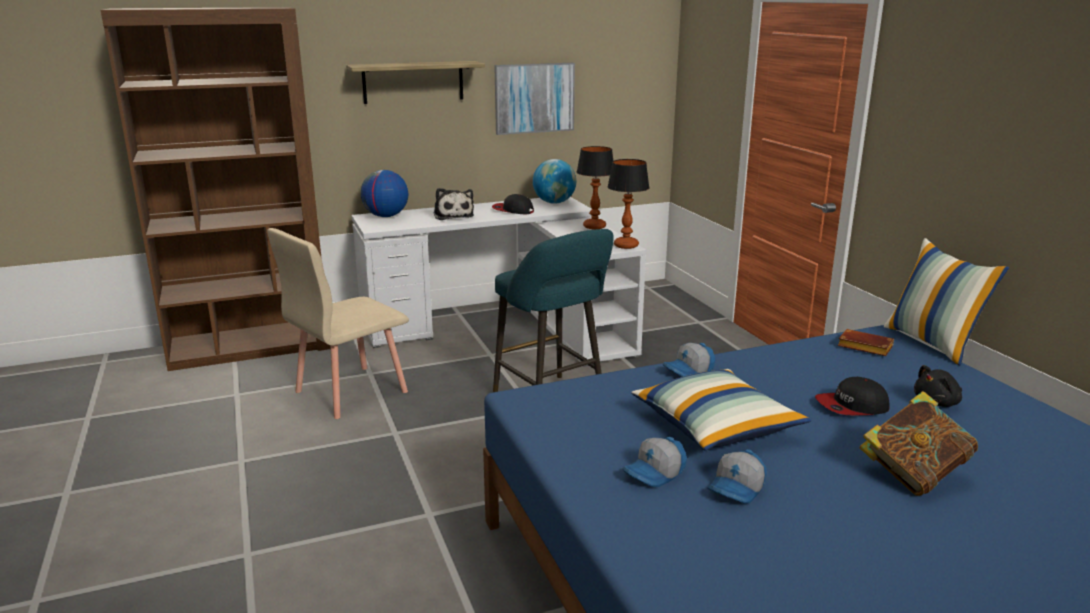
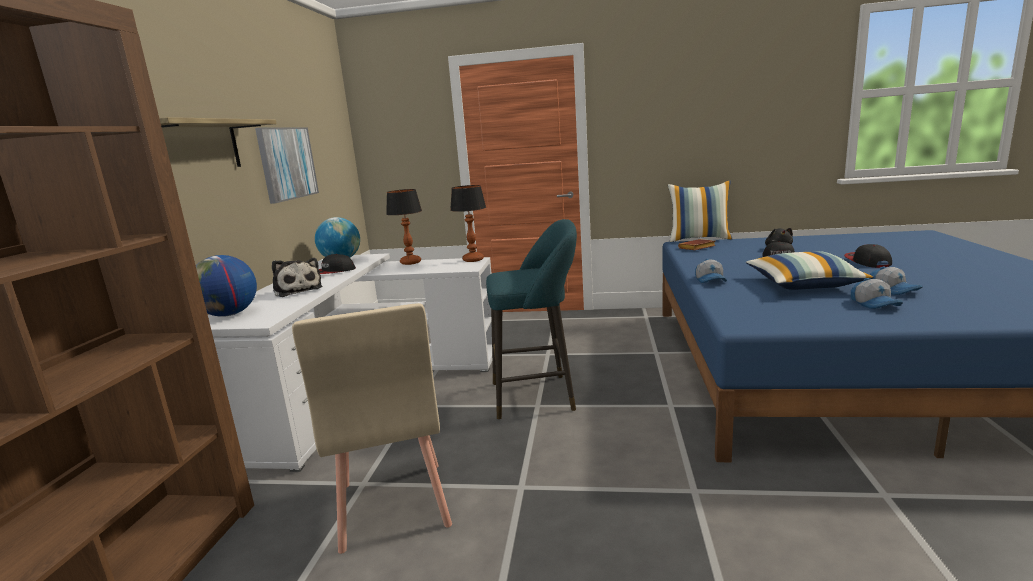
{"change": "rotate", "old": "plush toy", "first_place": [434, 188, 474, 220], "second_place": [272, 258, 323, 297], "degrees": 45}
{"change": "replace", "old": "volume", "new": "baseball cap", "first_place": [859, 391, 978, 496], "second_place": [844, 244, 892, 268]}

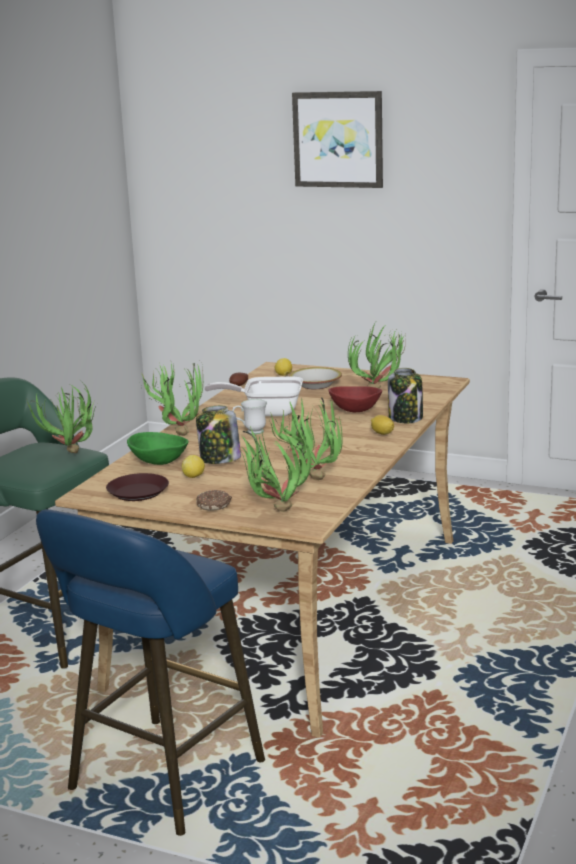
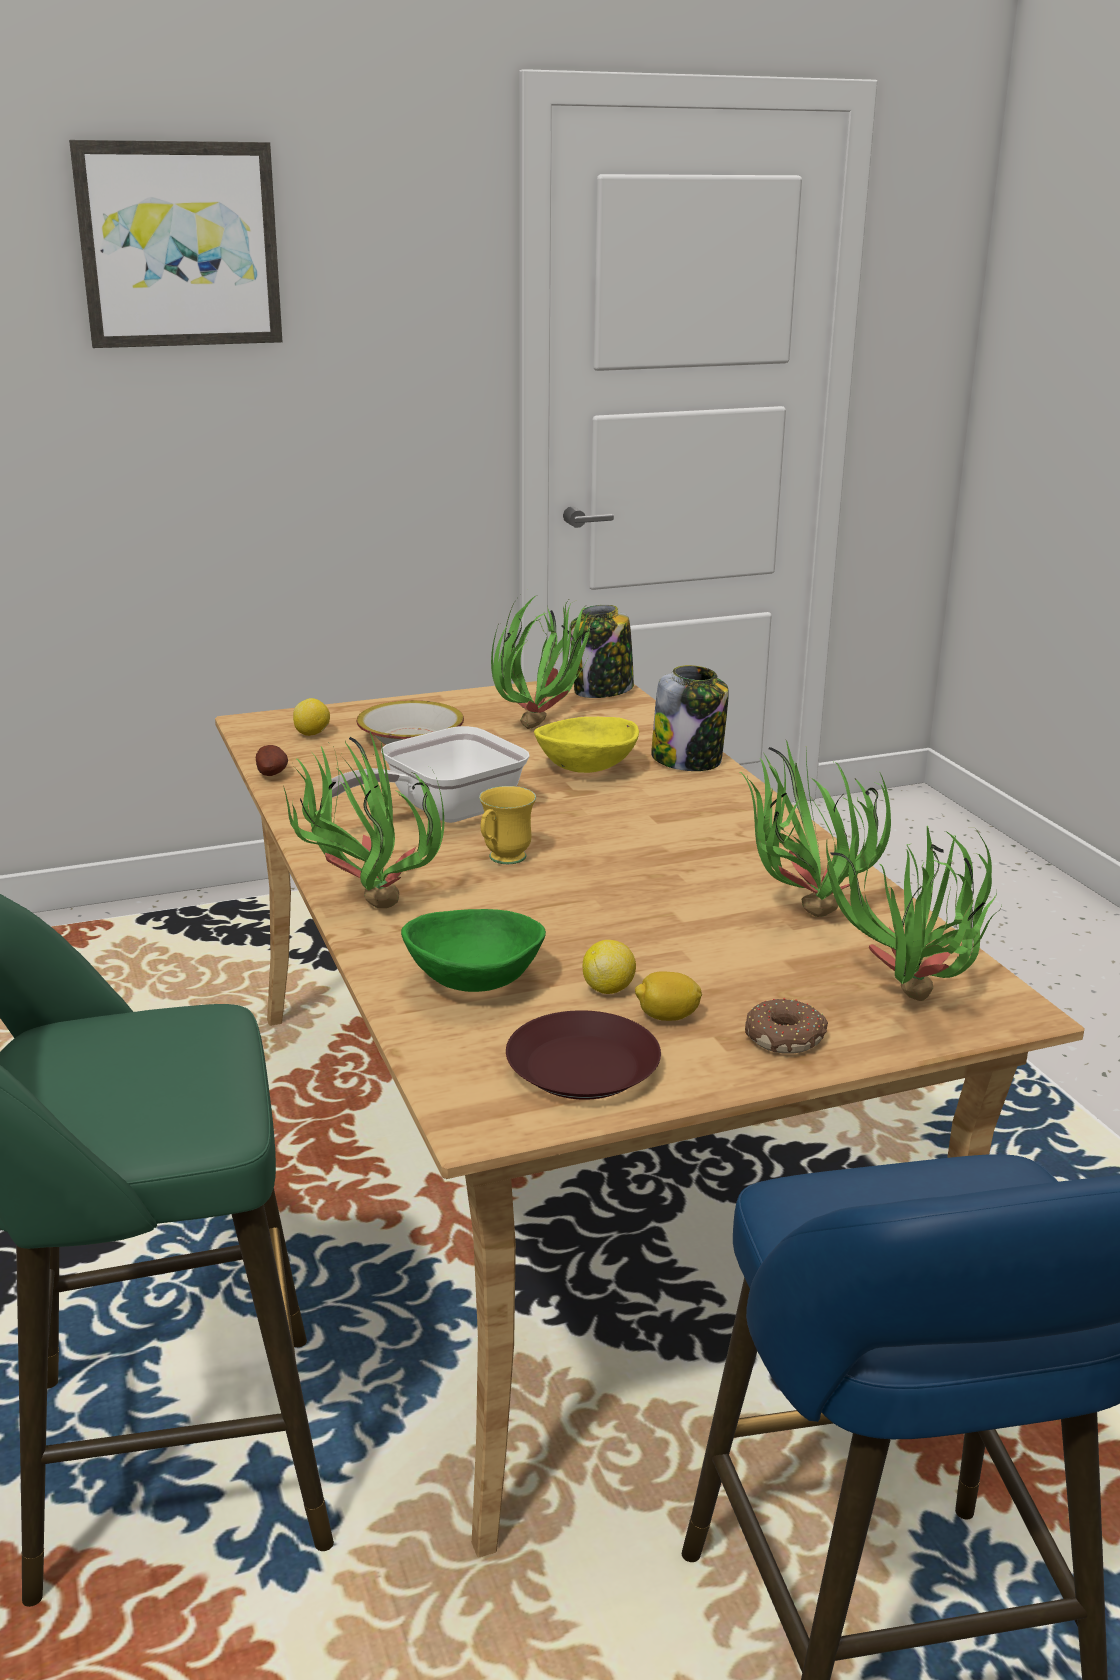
{"change": "recolor", "old": "mug in white-coloured", "new": "mug in yellow", "first_place": [232, 399, 267, 435], "second_place": [479, 786, 536, 864]}
{"change": "recolor", "old": "serving bowl in red-coloured", "new": "serving bowl in yellow", "first_place": [328, 386, 382, 412], "second_place": [534, 717, 639, 773]}
{"change": "move", "old": "jar", "first_place": [196, 406, 241, 464], "second_place": [570, 605, 634, 698]}
{"change": "move", "old": "whole lemon", "first_place": [371, 415, 394, 435], "second_place": [635, 971, 702, 1021]}
{"change": "delete", "old": "houseplant", "first_place": [27, 382, 98, 453]}

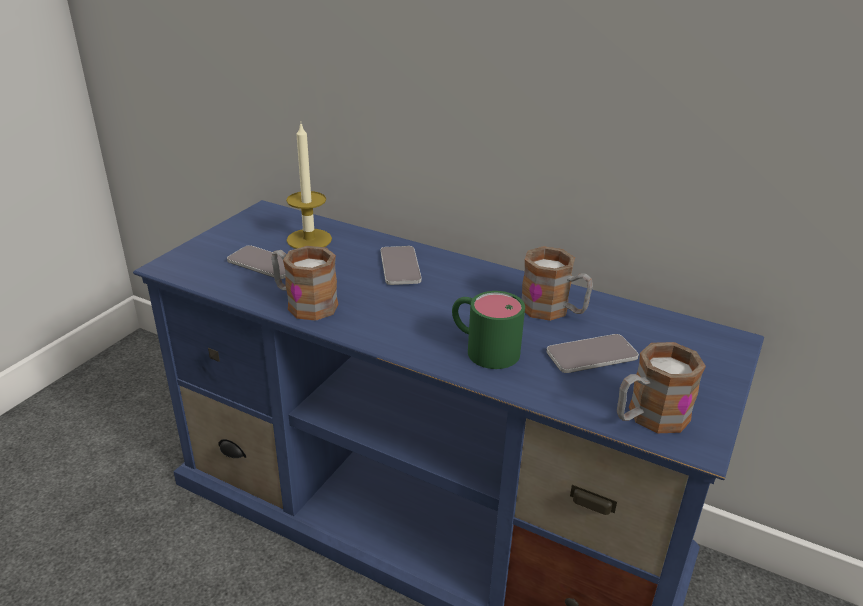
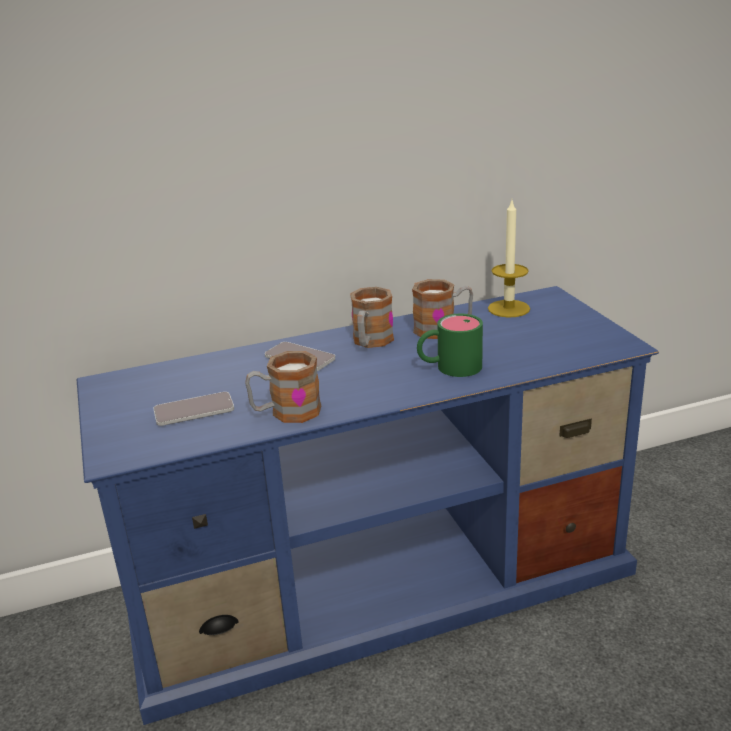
{"change": "move", "old": "mug", "first_place": [617, 342, 706, 433], "second_place": [350, 287, 394, 348]}
{"change": "move", "old": "candle", "first_place": [286, 124, 332, 249], "second_place": [488, 201, 530, 318]}
{"change": "delete", "old": "handset", "first_place": [546, 334, 639, 373]}

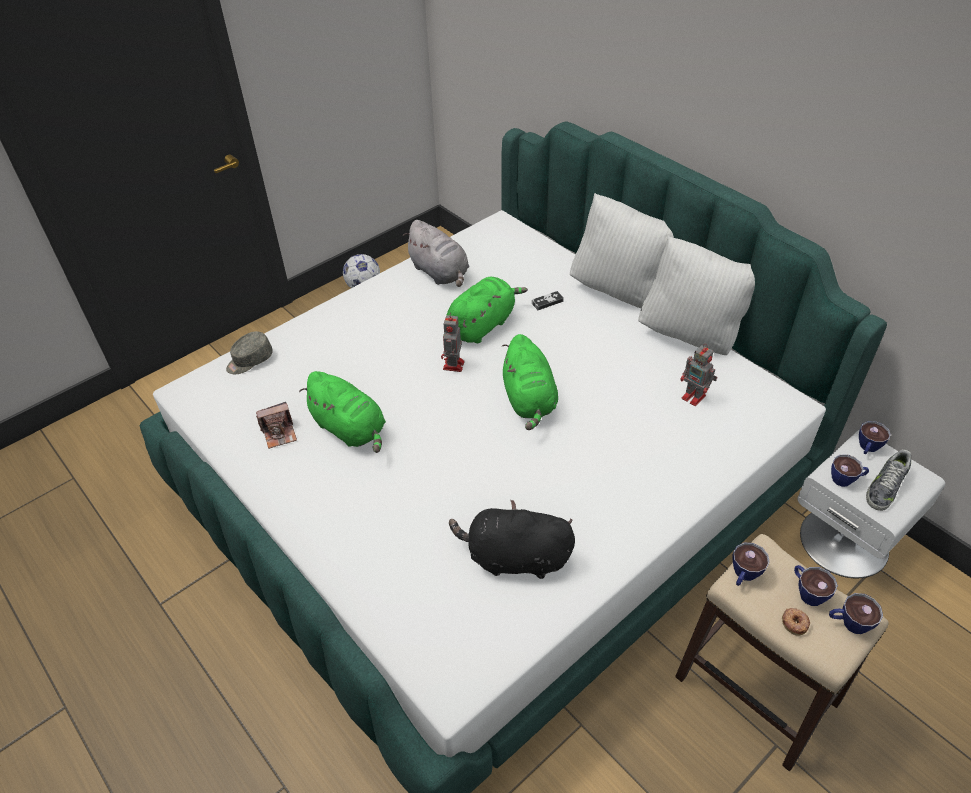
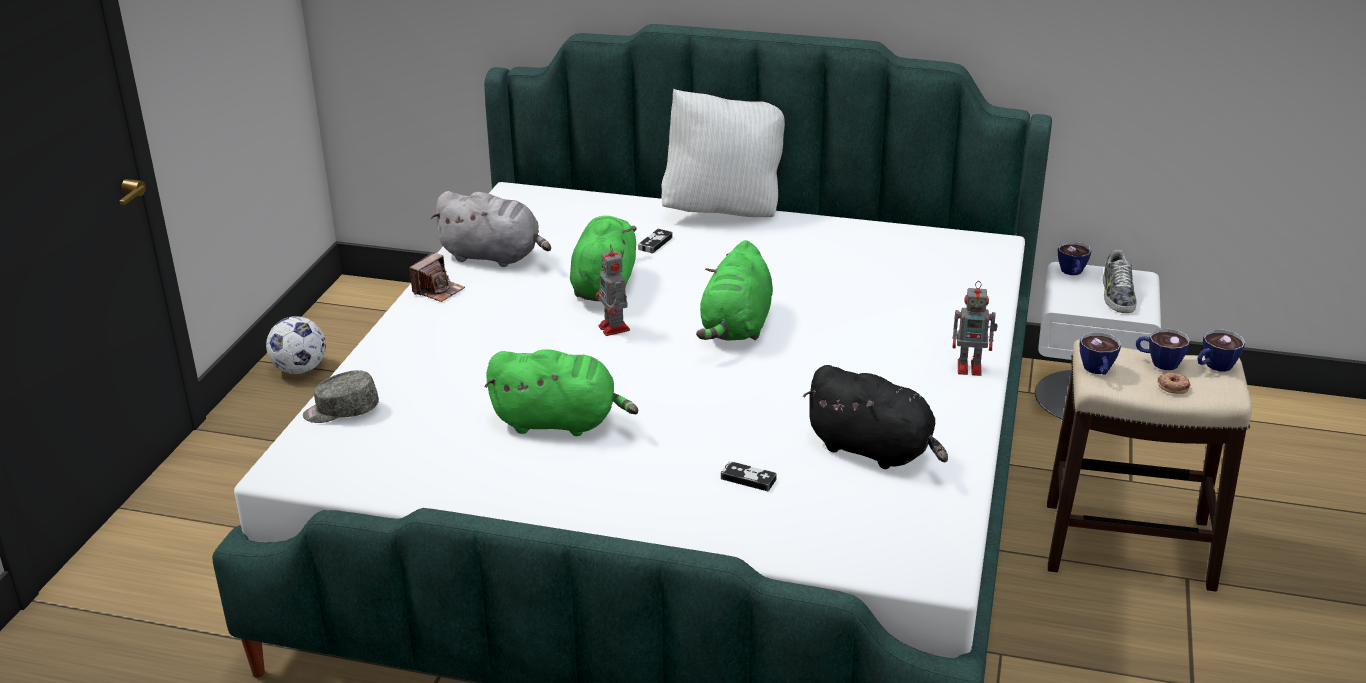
{"change": "rotate", "old": "baseball cap in gray", "first_place": [226, 331, 273, 374], "second_place": [303, 370, 379, 423], "degrees": 60}
{"change": "move", "old": "photo camera", "first_place": [256, 402, 297, 449], "second_place": [409, 252, 465, 302]}
{"change": "rotate", "old": "plush toy in green", "first_place": [502, 334, 558, 430], "second_place": [696, 240, 773, 341], "degrees": 60}
{"change": "insert", "new": "game controller", "second_place": [721, 461, 777, 491]}
{"change": "rotate", "old": "plush toy in blackish", "first_place": [449, 500, 575, 579], "second_place": [803, 365, 948, 469], "degrees": -120}
{"change": "move", "old": "model robot", "first_place": [680, 344, 717, 406], "second_place": [952, 281, 998, 376]}
{"change": "delete", "old": "cushion in white-coloured", "first_place": [638, 236, 755, 355]}
{"change": "delete", "old": "small cup", "first_place": [831, 454, 869, 487]}

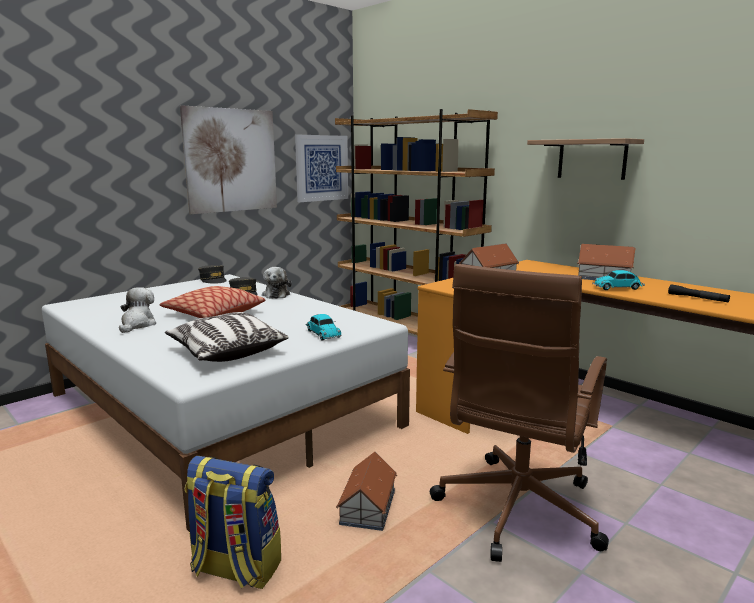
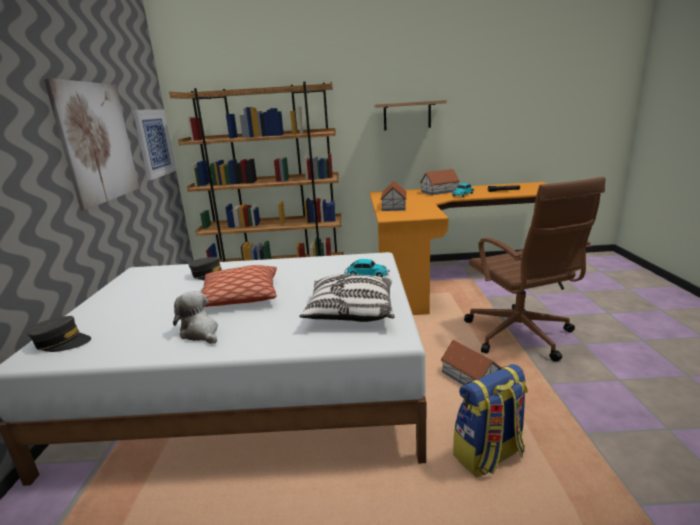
{"change": "move", "old": "baseball cap in gray", "first_place": [198, 265, 227, 284], "second_place": [27, 316, 91, 352]}
{"change": "delete", "old": "plush toy", "first_place": [262, 267, 292, 299]}

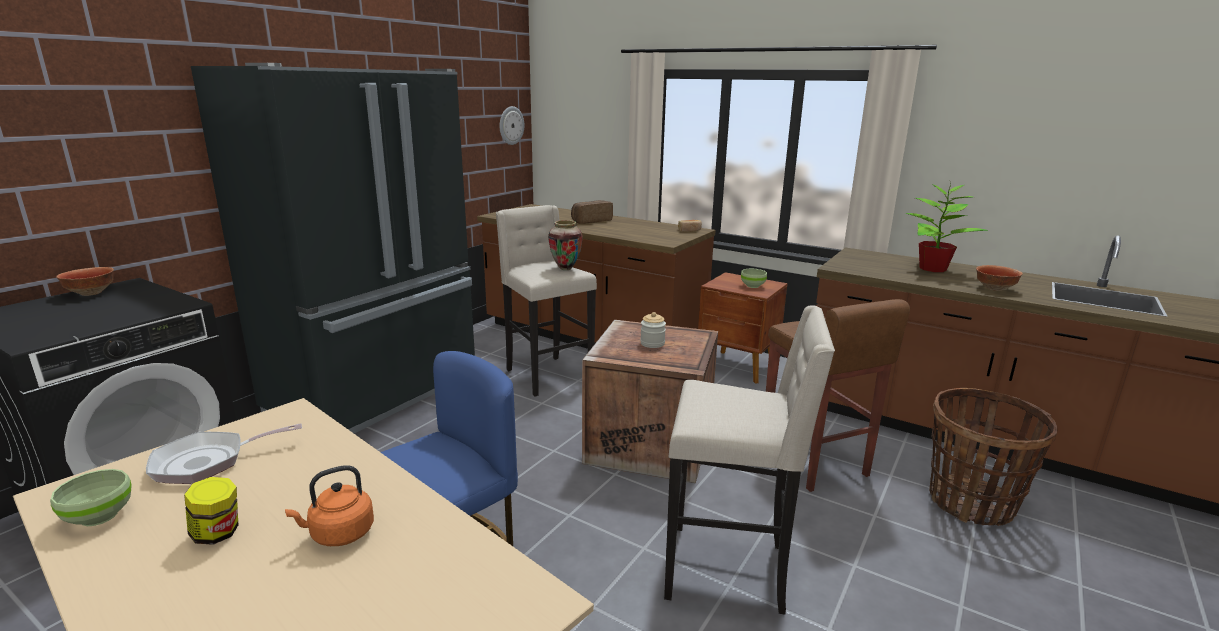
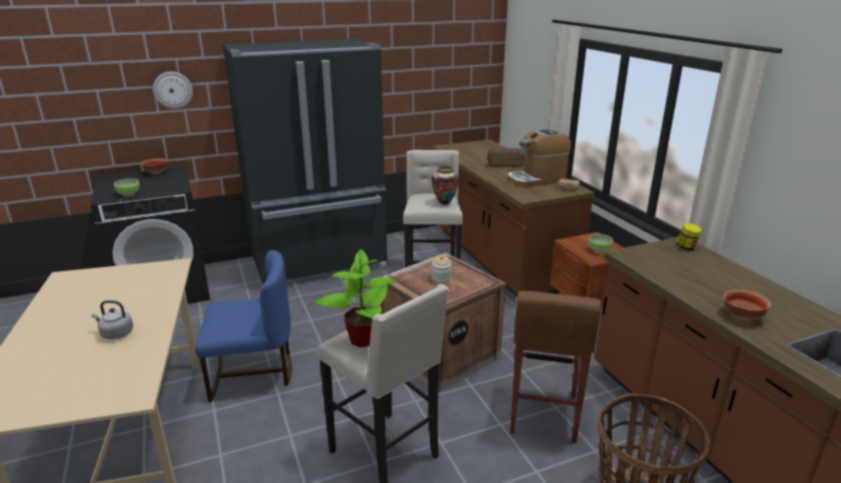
{"change": "recolor", "old": "kettle in orange-coloured", "new": "kettle in gray", "first_place": [285, 465, 374, 546], "second_place": [92, 300, 133, 339]}
{"change": "move", "old": "serving bowl in green", "first_place": [50, 469, 132, 526], "second_place": [114, 178, 140, 197]}
{"change": "move", "old": "hanging clock", "first_place": [500, 106, 524, 145], "second_place": [153, 72, 193, 109]}
{"change": "move", "old": "houseplant", "first_place": [906, 182, 988, 272], "second_place": [315, 249, 397, 347]}
{"change": "insert", "new": "coffee maker", "second_place": [507, 129, 571, 188]}
{"change": "move", "old": "jar", "first_place": [184, 477, 238, 545], "second_place": [676, 223, 702, 250]}
{"change": "delete", "old": "frying pan", "first_place": [146, 423, 302, 484]}

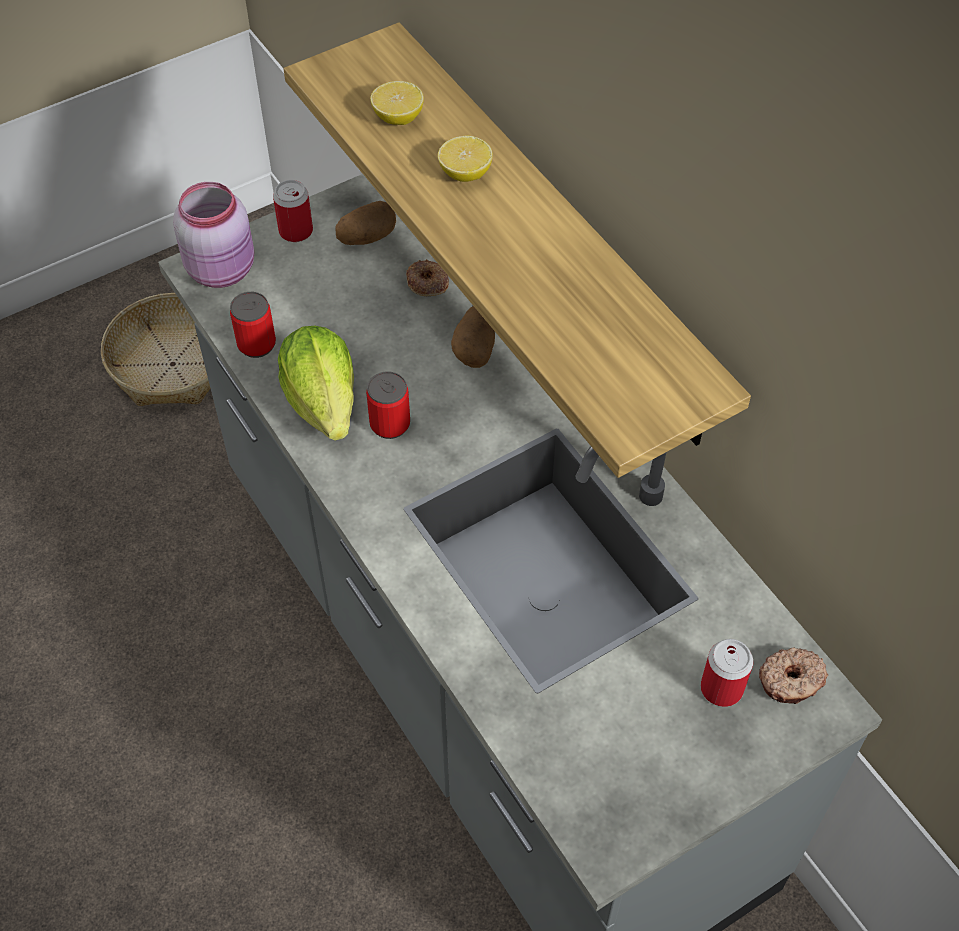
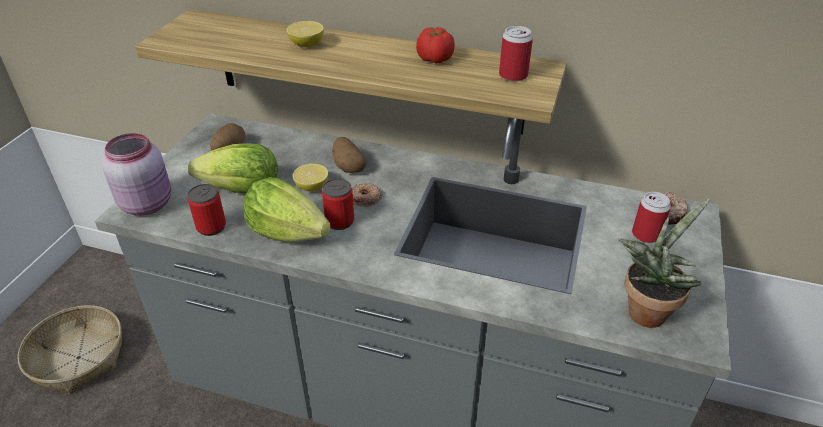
{"change": "insert", "new": "head of lettuce", "second_place": [188, 143, 278, 193]}
{"change": "move", "old": "whole lemon", "first_place": [370, 81, 424, 125], "second_place": [292, 163, 328, 191]}
{"change": "move", "old": "doughnut", "first_place": [406, 259, 449, 296], "second_place": [351, 183, 382, 207]}
{"change": "insert", "new": "tomato", "second_place": [416, 27, 455, 64]}
{"change": "move", "old": "can", "first_place": [273, 180, 313, 242], "second_place": [499, 26, 533, 82]}
{"change": "insert", "new": "houseplant", "second_place": [618, 199, 710, 328]}

